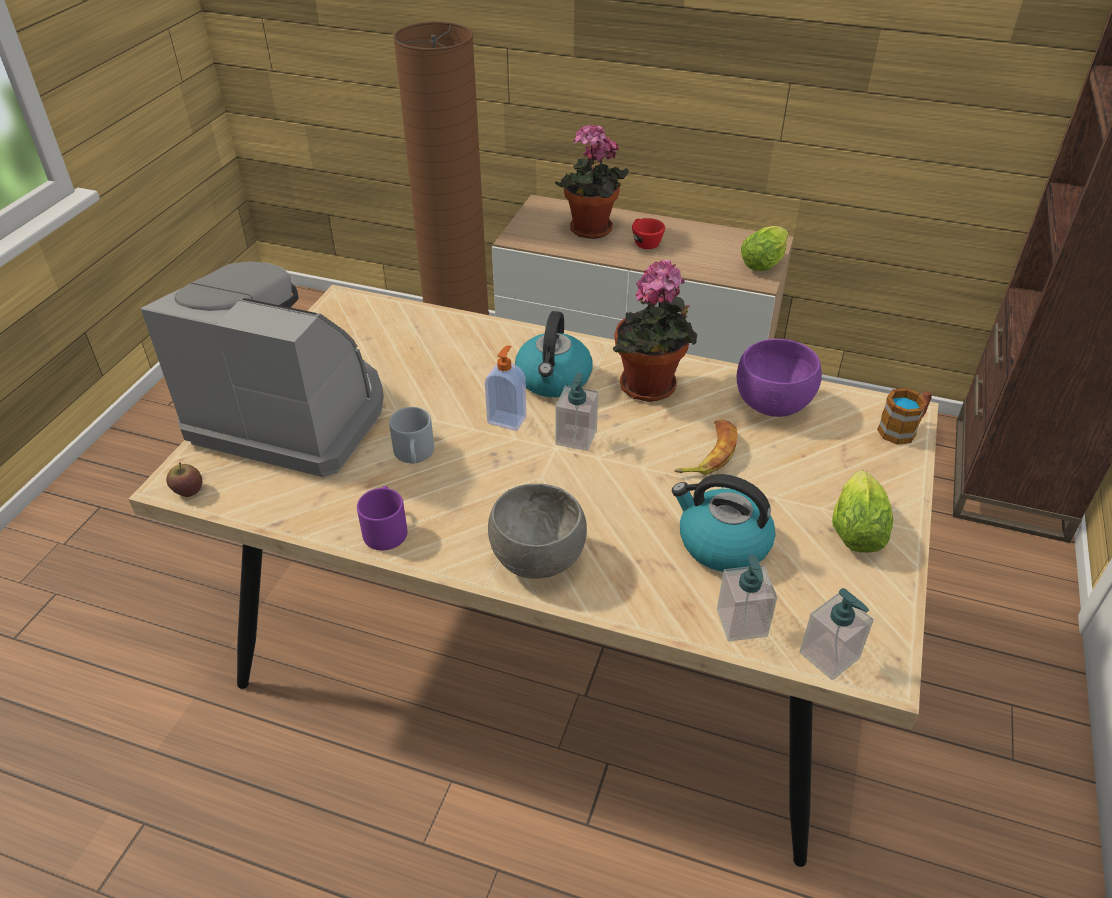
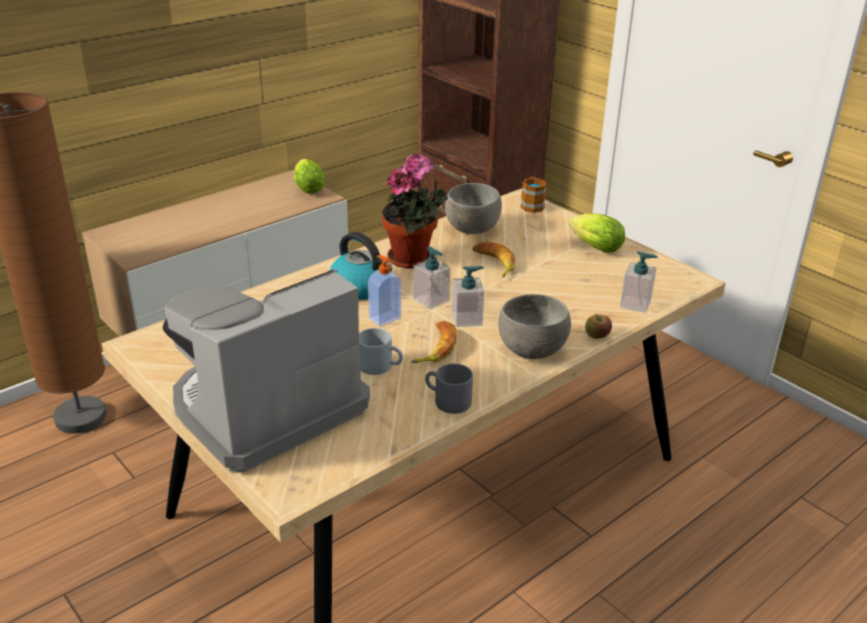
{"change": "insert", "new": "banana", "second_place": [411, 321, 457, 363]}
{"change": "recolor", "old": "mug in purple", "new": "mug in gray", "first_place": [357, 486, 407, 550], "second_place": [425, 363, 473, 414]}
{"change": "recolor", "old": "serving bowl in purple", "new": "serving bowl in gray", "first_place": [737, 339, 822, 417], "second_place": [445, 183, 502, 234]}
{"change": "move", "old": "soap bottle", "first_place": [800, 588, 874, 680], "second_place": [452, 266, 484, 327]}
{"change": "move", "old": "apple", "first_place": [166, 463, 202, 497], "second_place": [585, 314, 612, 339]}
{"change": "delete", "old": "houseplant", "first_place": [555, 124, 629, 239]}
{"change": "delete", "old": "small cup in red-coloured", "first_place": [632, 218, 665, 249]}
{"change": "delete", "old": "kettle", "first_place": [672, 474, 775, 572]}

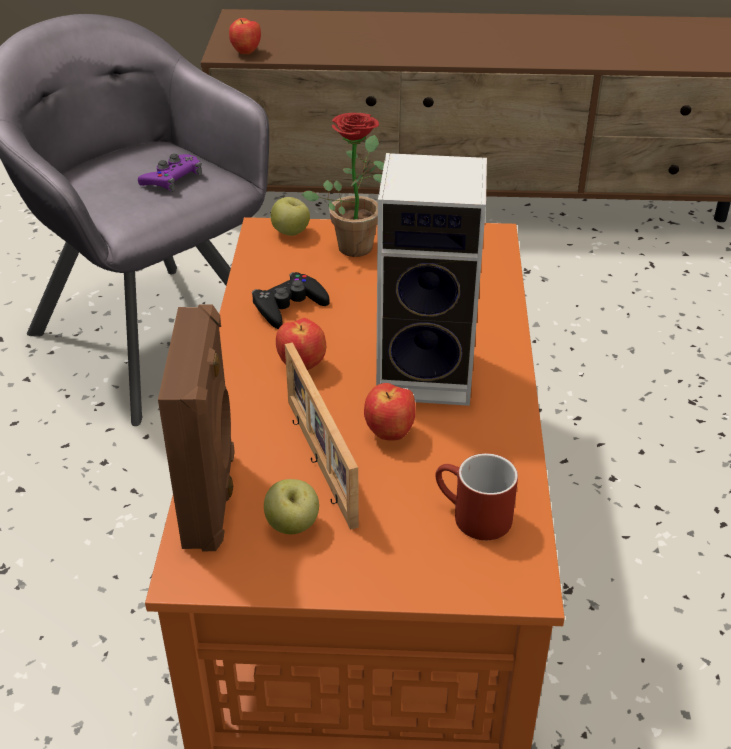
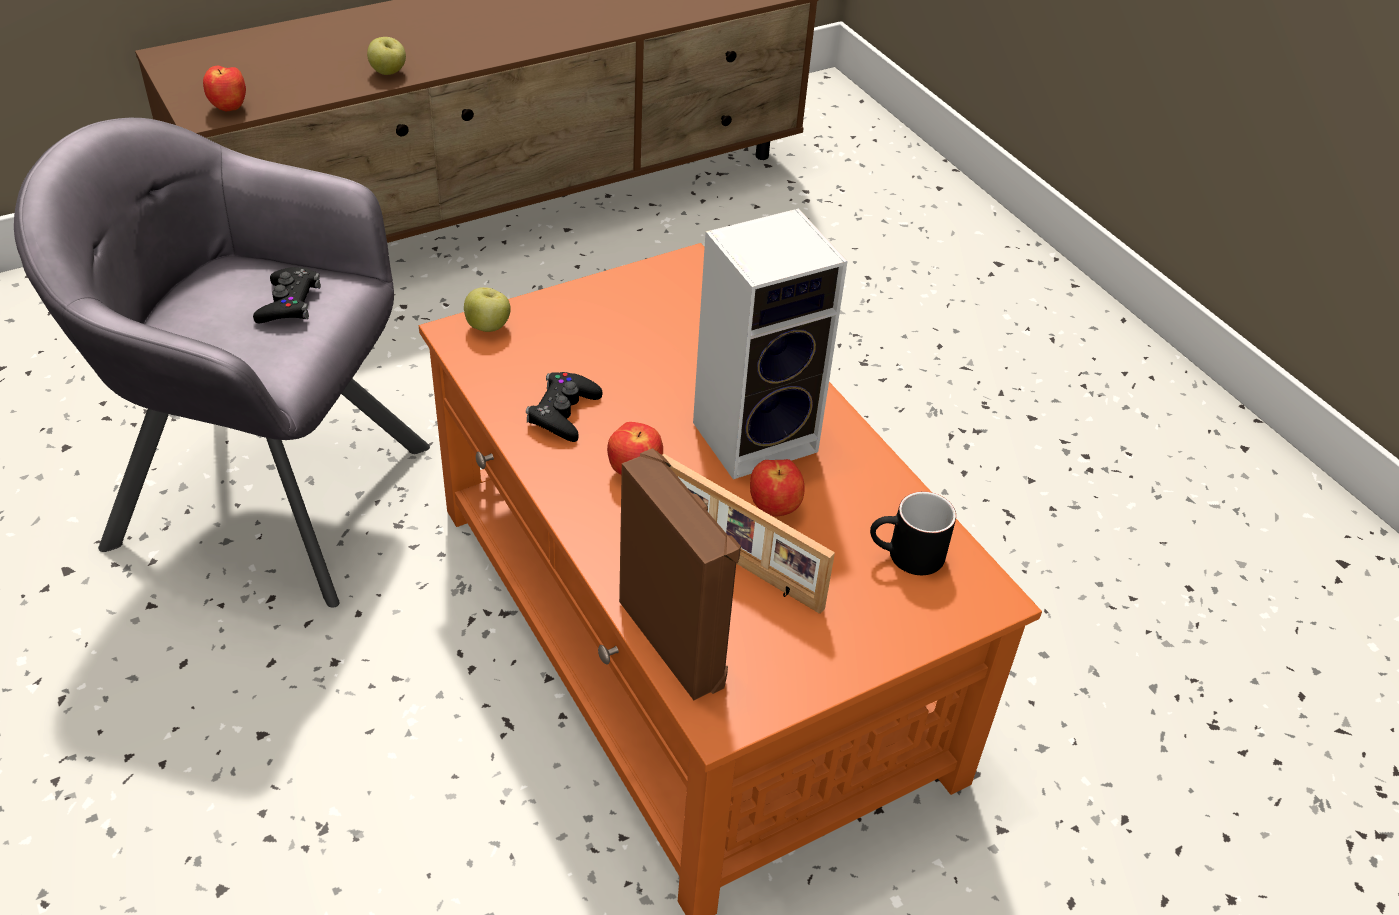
{"change": "recolor", "old": "game controller in purple", "new": "game controller in blackish", "first_place": [138, 154, 202, 191], "second_place": [253, 267, 321, 323]}
{"change": "move", "old": "apple", "first_place": [264, 479, 319, 534], "second_place": [367, 37, 406, 75]}
{"change": "recolor", "old": "mug in red-coloured", "new": "mug in blackish", "first_place": [435, 453, 518, 540], "second_place": [870, 492, 956, 575]}
{"change": "delete", "old": "houseplant", "first_place": [301, 113, 384, 257]}

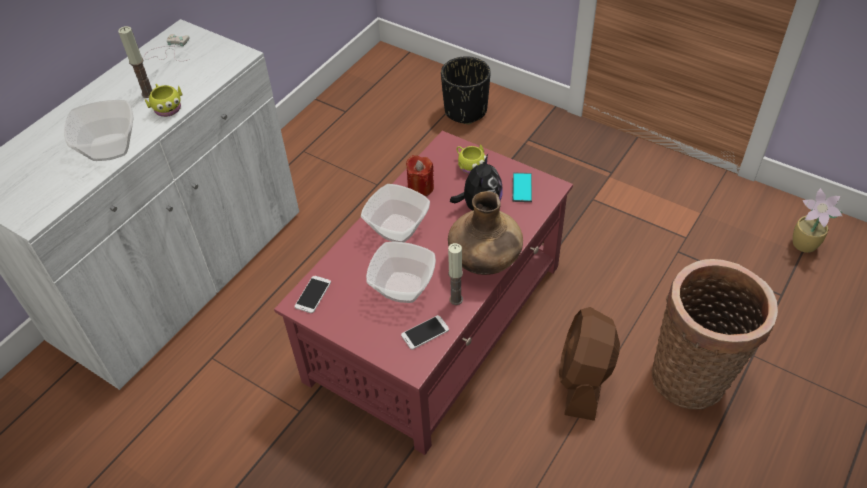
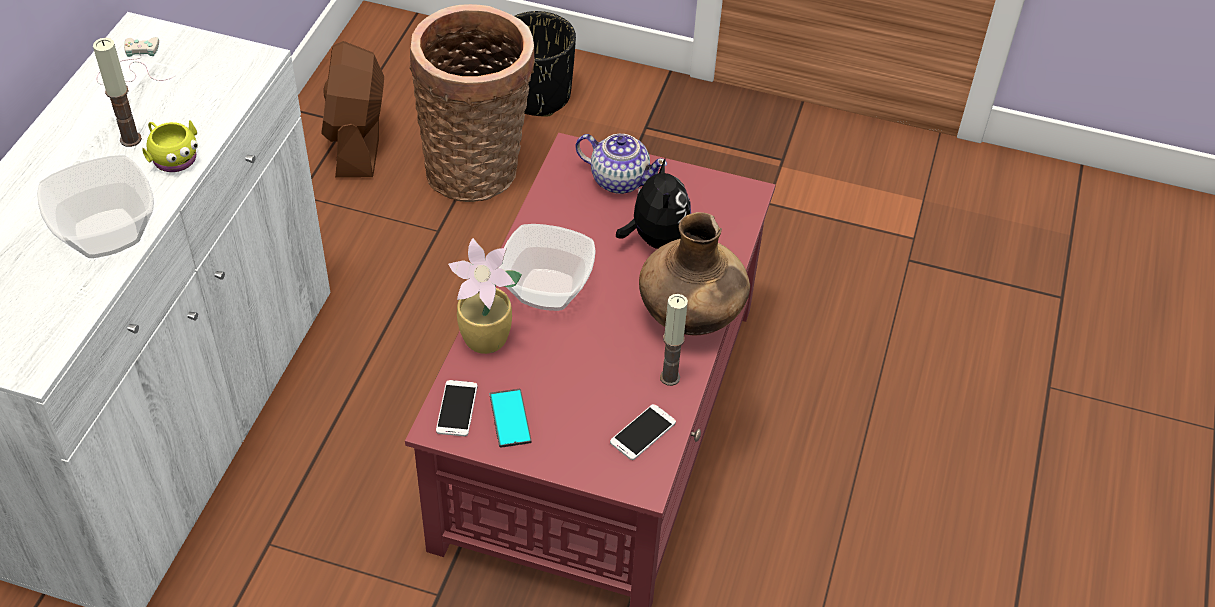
{"change": "move", "old": "cooling fan in brownish", "first_place": [559, 307, 620, 421], "second_place": [321, 41, 384, 178]}
{"change": "move", "old": "basket", "first_place": [652, 259, 778, 409], "second_place": [410, 4, 535, 202]}
{"change": "move", "old": "houseplant", "first_place": [793, 188, 842, 253], "second_place": [448, 238, 522, 354]}
{"change": "move", "old": "handset", "first_place": [512, 173, 532, 202], "second_place": [490, 389, 532, 448]}
{"change": "replace", "old": "mug in yellow", "new": "teapot", "first_place": [456, 144, 486, 174], "second_place": [575, 134, 667, 194]}
{"change": "delete", "old": "serving bowl", "first_place": [366, 241, 436, 303]}
{"change": "delete", "old": "candle in red-coloured", "first_place": [406, 155, 434, 196]}

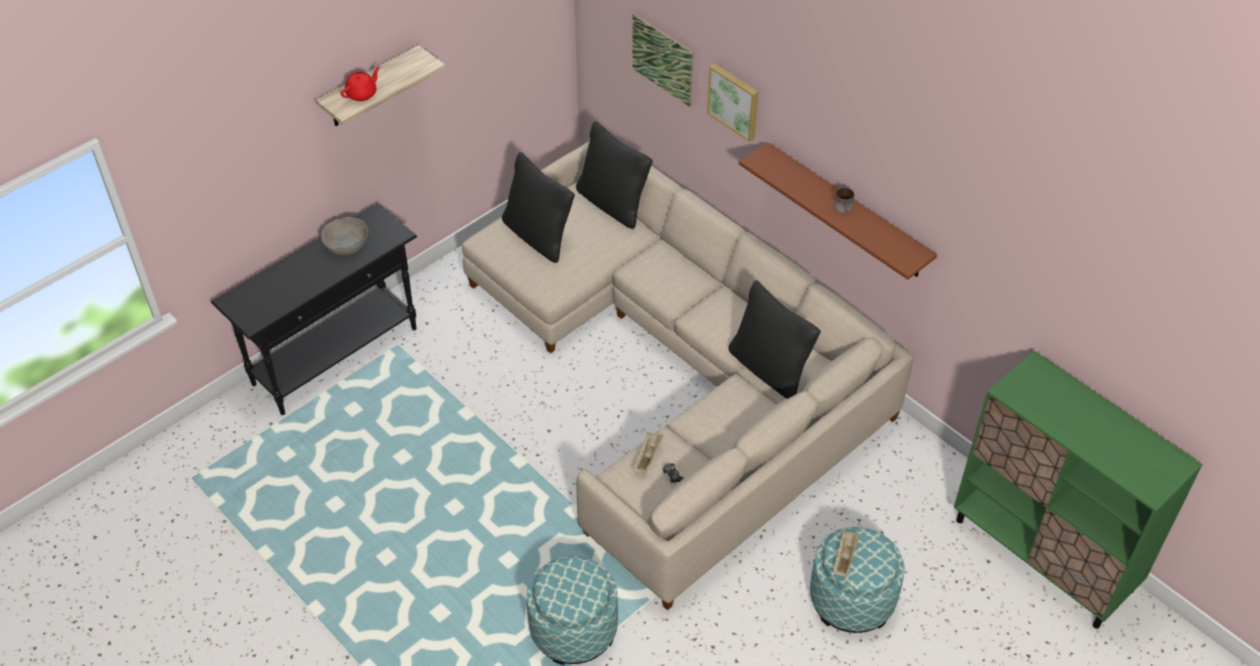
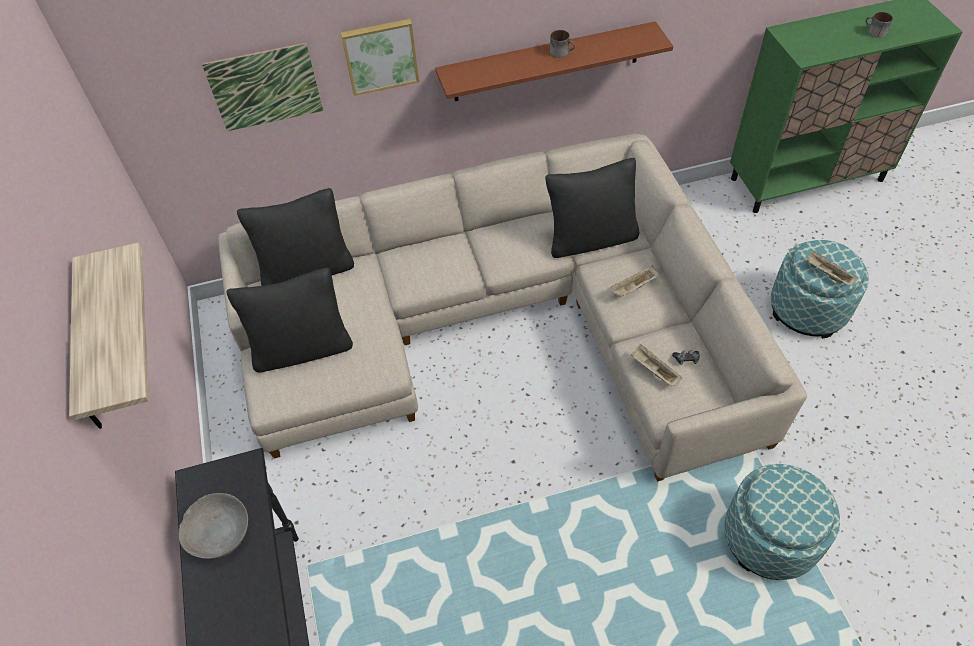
{"change": "insert", "new": "carrying tray in beige-coloured", "second_place": [610, 266, 659, 297]}
{"change": "insert", "new": "mug", "second_place": [865, 12, 893, 38]}
{"change": "delete", "old": "teapot in red-coloured", "first_place": [341, 67, 380, 101]}

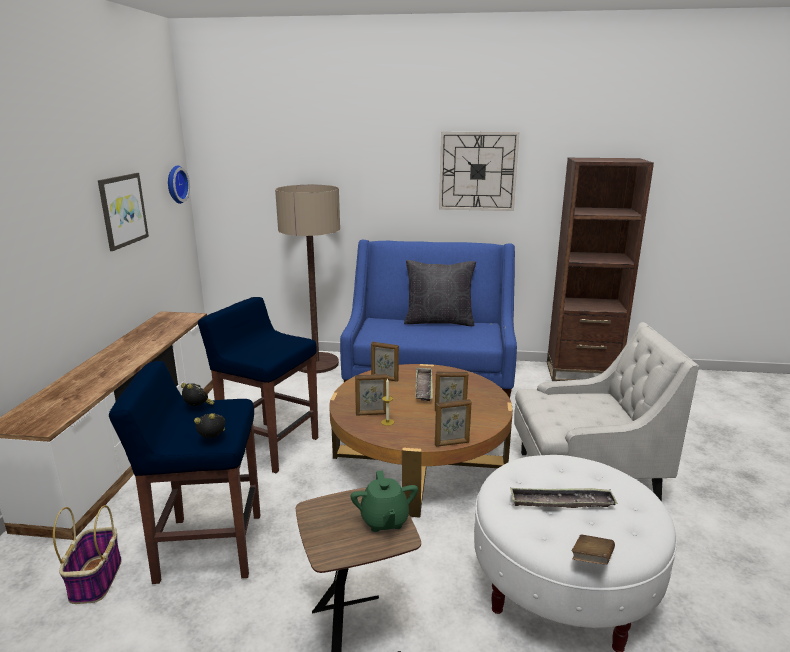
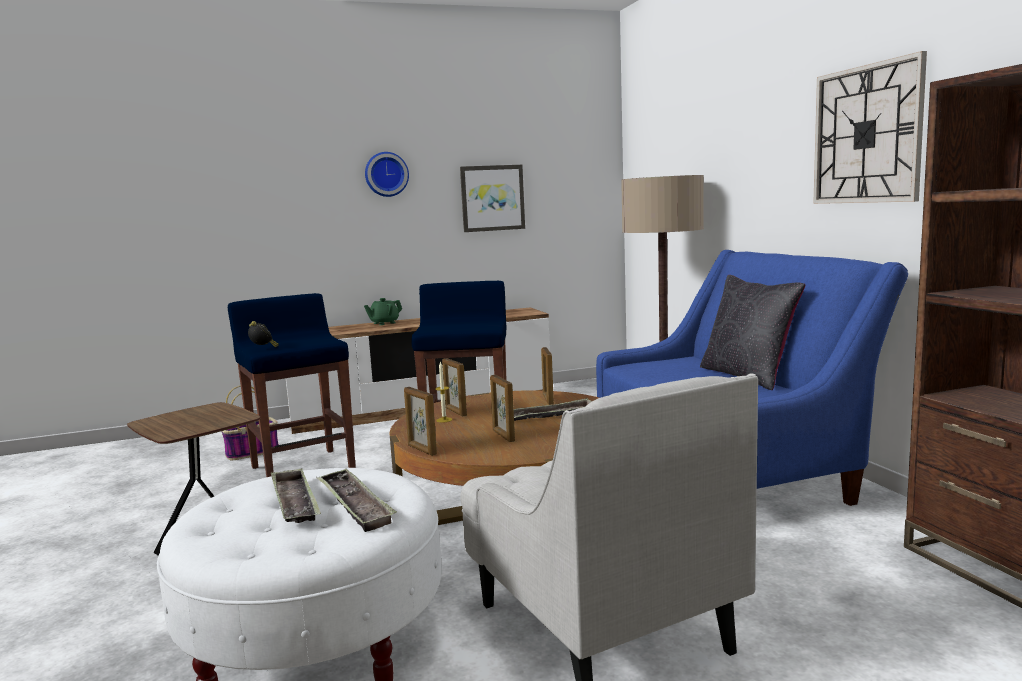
{"change": "insert", "new": "carrying tray", "second_place": [316, 469, 397, 532]}
{"change": "move", "old": "teapot in green", "first_place": [350, 470, 418, 532], "second_place": [364, 298, 402, 325]}
{"change": "move", "old": "hanging clock", "first_place": [168, 165, 190, 204], "second_place": [365, 152, 409, 197]}
{"change": "delete", "old": "alarm clock", "first_place": [181, 383, 215, 406]}
{"change": "delete", "old": "volume in brownish", "first_place": [572, 534, 615, 565]}

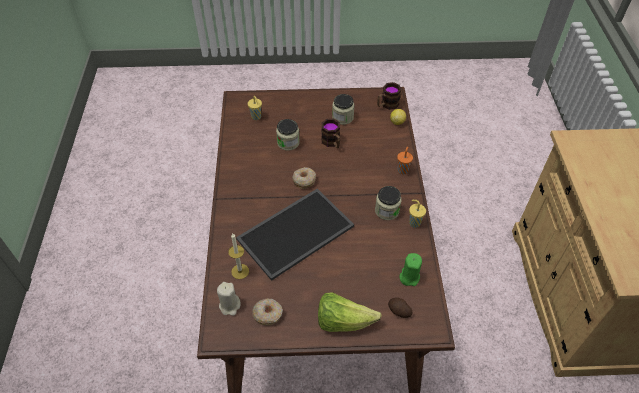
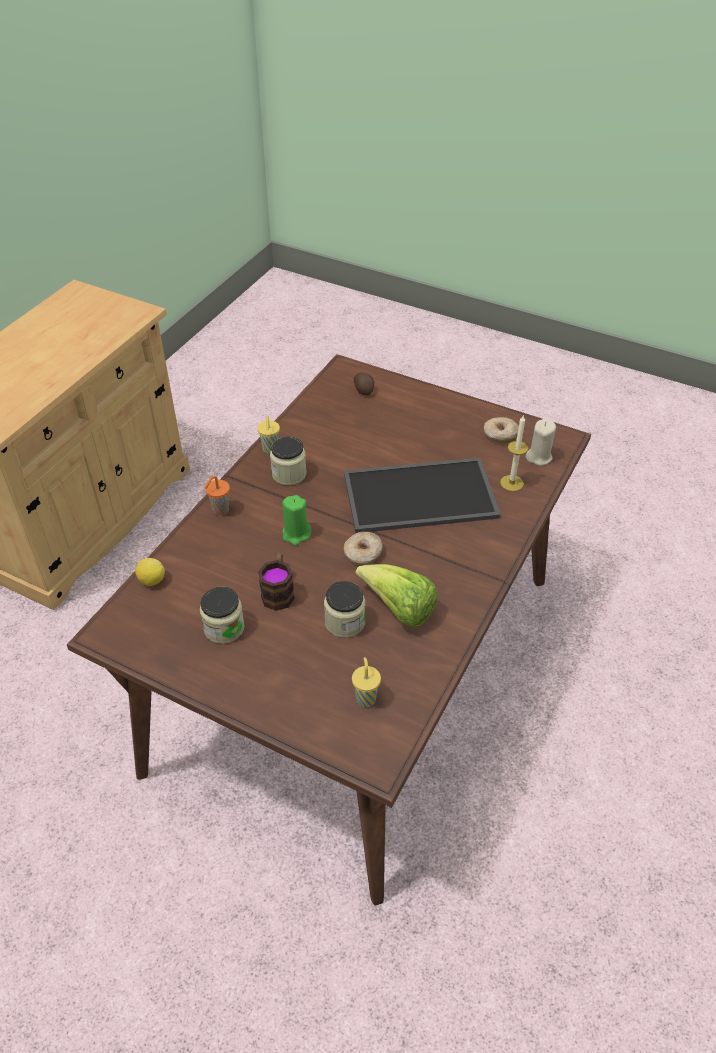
{"change": "move", "old": "candle in green", "first_place": [399, 253, 422, 286], "second_place": [282, 495, 312, 546]}
{"change": "move", "old": "head of lettuce", "first_place": [318, 292, 382, 332], "second_place": [355, 564, 437, 628]}
{"change": "delete", "old": "mug", "first_place": [377, 82, 401, 110]}

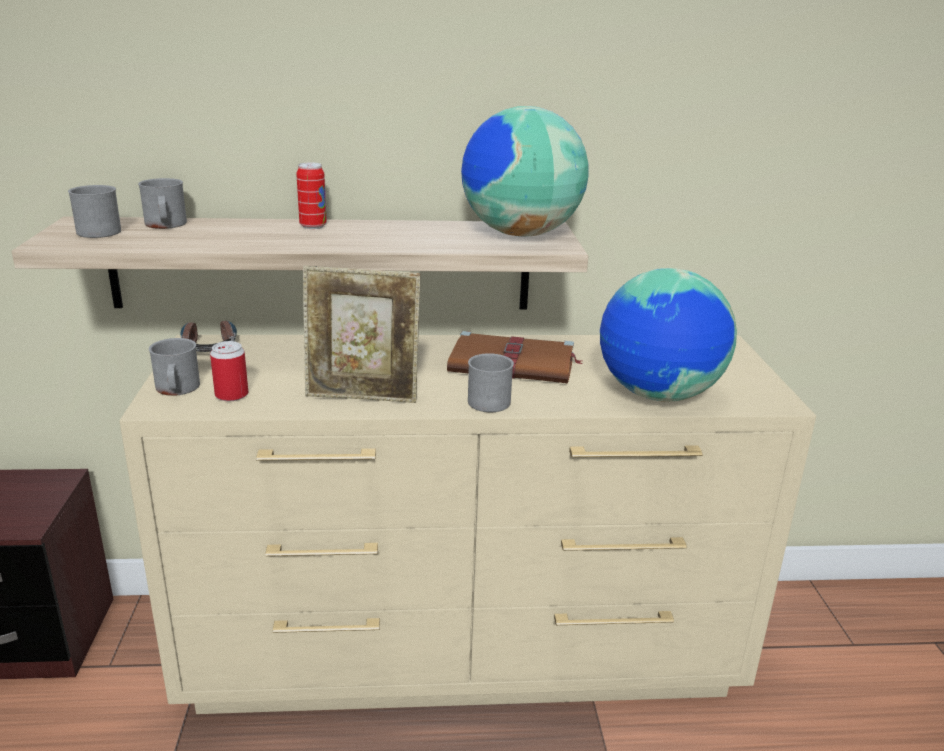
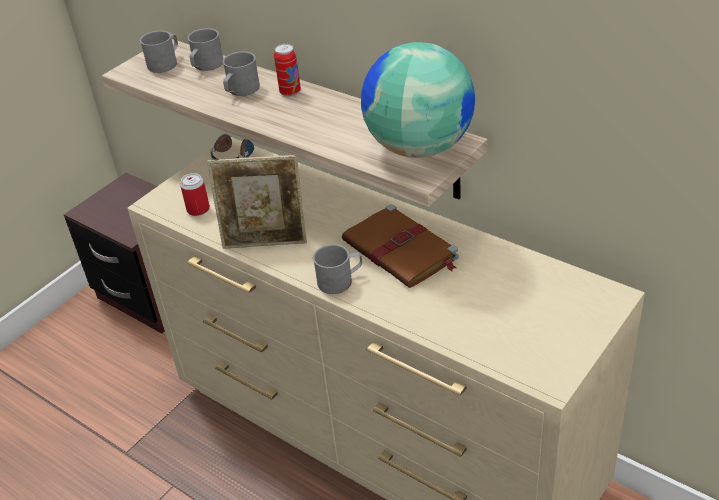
{"change": "rotate", "old": "standing frame", "first_place": [303, 265, 421, 403], "second_place": [207, 155, 307, 249], "degrees": -45}
{"change": "move", "old": "mug in gray", "first_place": [149, 338, 200, 396], "second_place": [222, 51, 260, 96]}
{"change": "delete", "old": "desk globe", "first_place": [600, 268, 737, 402]}

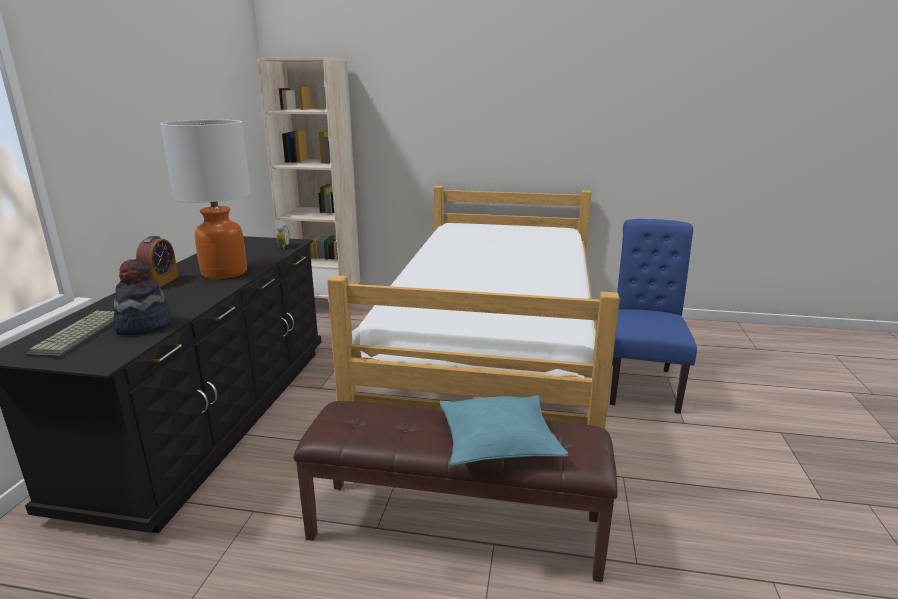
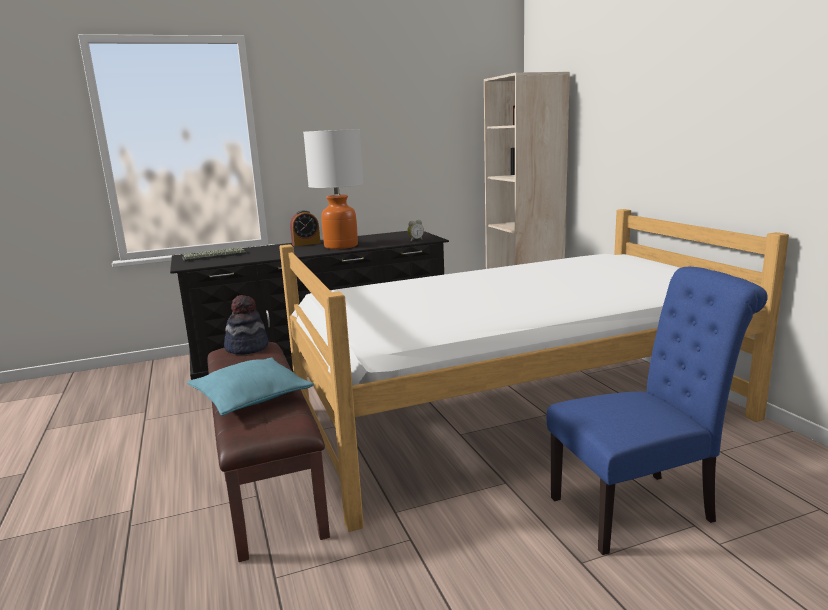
{"change": "move", "old": "hat", "first_place": [113, 259, 173, 336], "second_place": [224, 295, 268, 355]}

